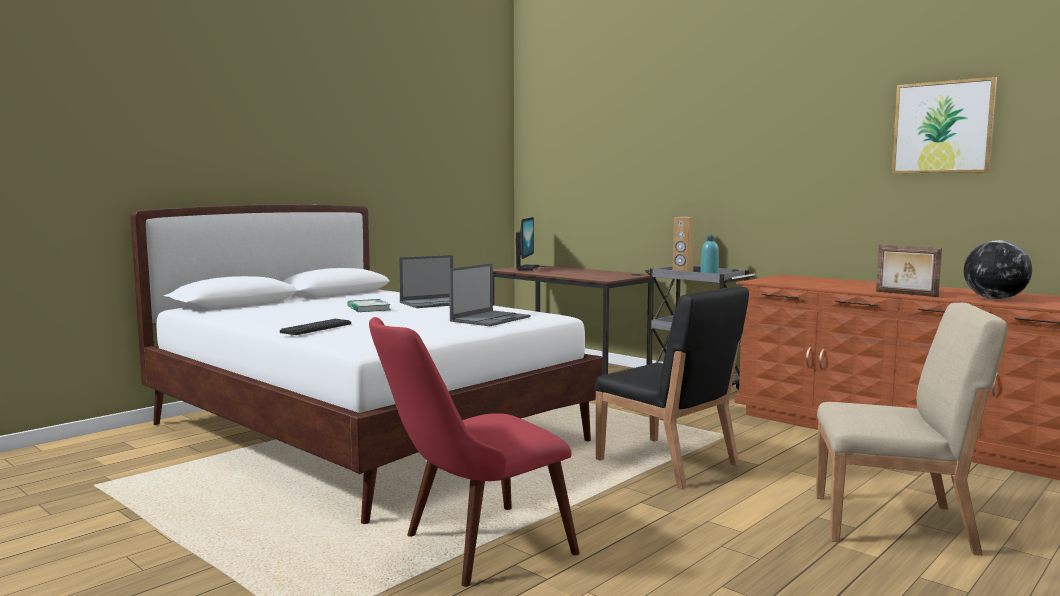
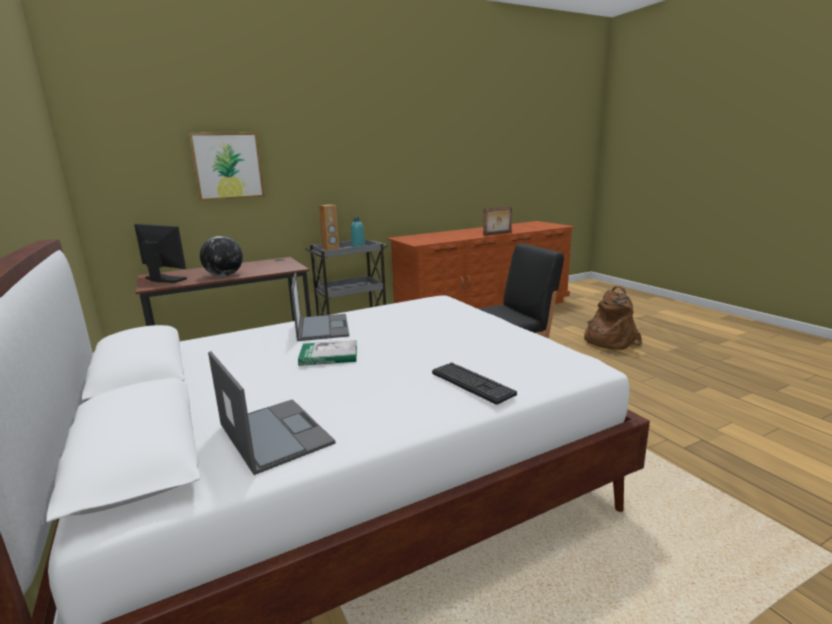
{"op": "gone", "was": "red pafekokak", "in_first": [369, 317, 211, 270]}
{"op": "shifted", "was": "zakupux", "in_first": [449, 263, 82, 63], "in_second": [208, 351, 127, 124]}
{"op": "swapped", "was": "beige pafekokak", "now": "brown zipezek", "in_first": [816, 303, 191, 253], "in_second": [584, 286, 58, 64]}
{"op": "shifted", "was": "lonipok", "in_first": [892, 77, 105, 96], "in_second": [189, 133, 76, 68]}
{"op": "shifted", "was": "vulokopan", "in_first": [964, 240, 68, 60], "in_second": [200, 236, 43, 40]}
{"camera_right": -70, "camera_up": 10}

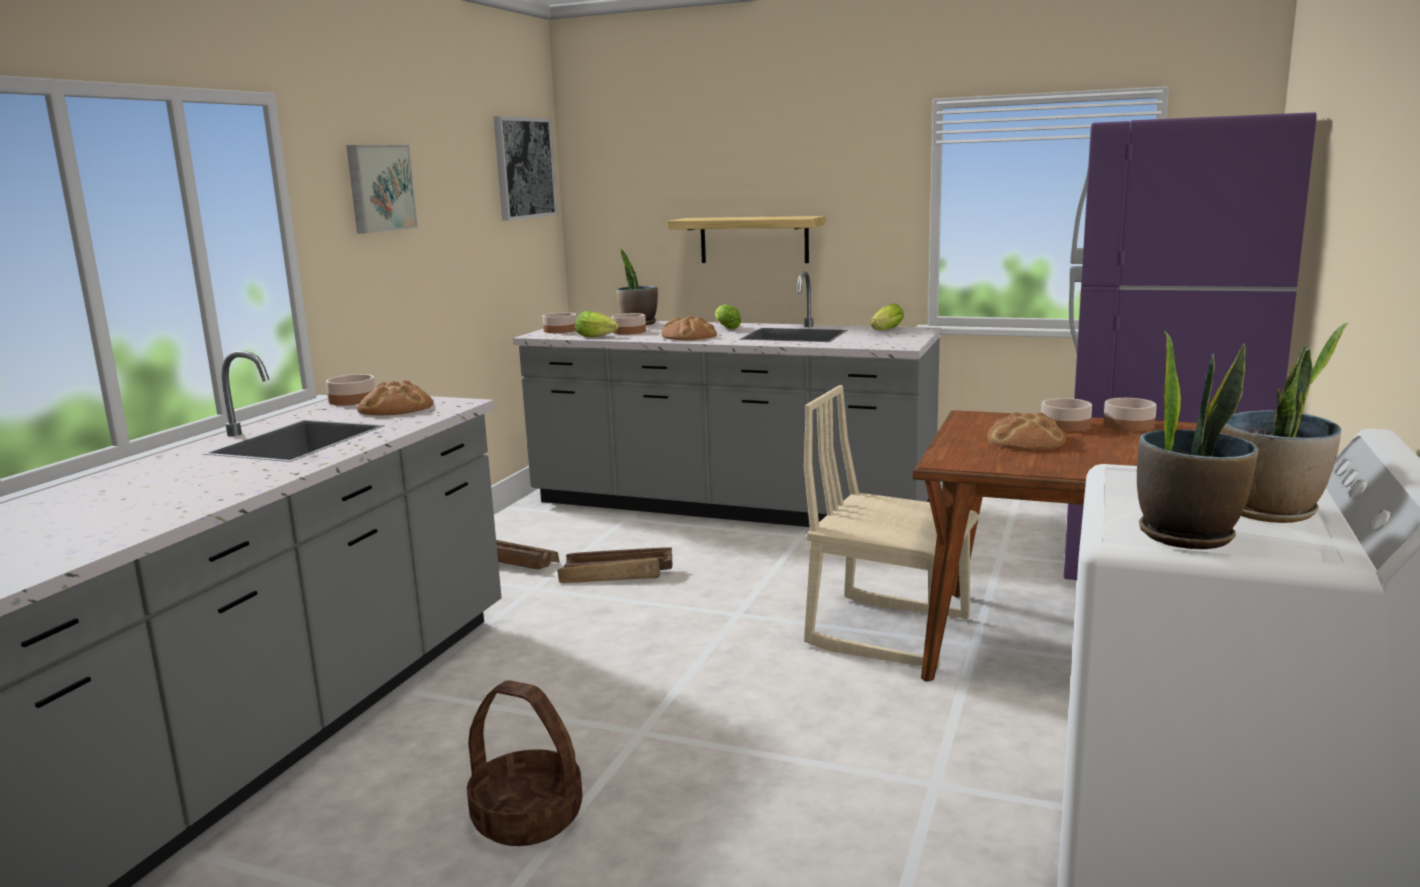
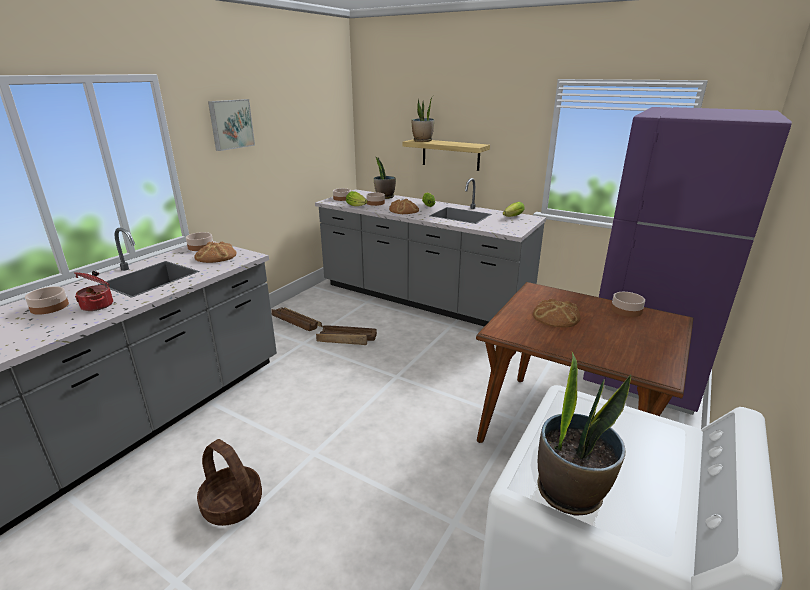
{"op": "gone", "was": "lonipok", "in_first": [493, 116, 64, 105]}
{"op": "gone", "was": "beige pafekokak", "in_first": [804, 385, 175, 285]}
{"op": "shifted", "was": "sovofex", "in_first": [1041, 398, 51, 34], "in_second": [25, 286, 44, 29]}
{"op": "shifted", "was": "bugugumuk", "in_first": [1221, 322, 128, 201], "in_second": [411, 96, 23, 46]}
{"op": "new", "now": "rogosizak", "in_second": [74, 271, 39, 40]}
{"camera_right": 10, "camera_up": 10}

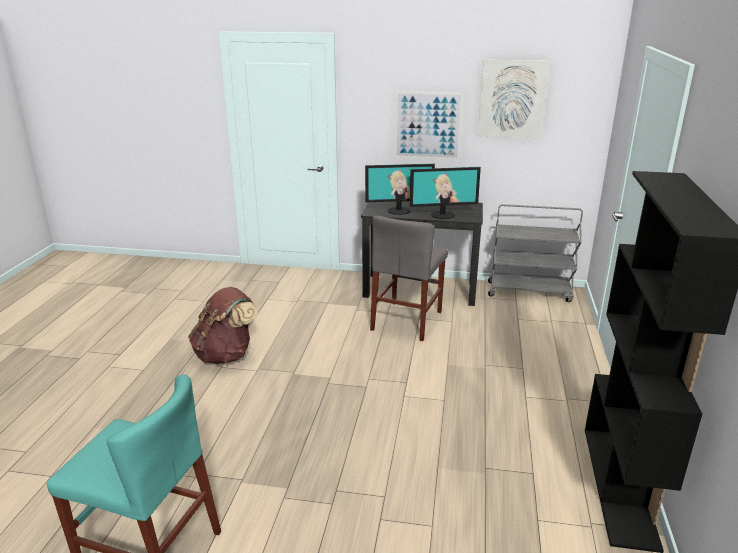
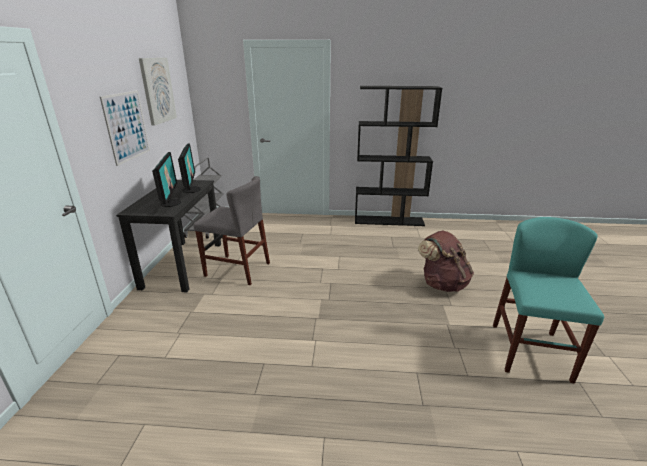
{"op": "shifted", "was": "brown zipezek", "in_first": [188, 287, 70, 77], "in_second": [418, 230, 56, 62]}
{"camera_right": -95, "camera_up": 0}

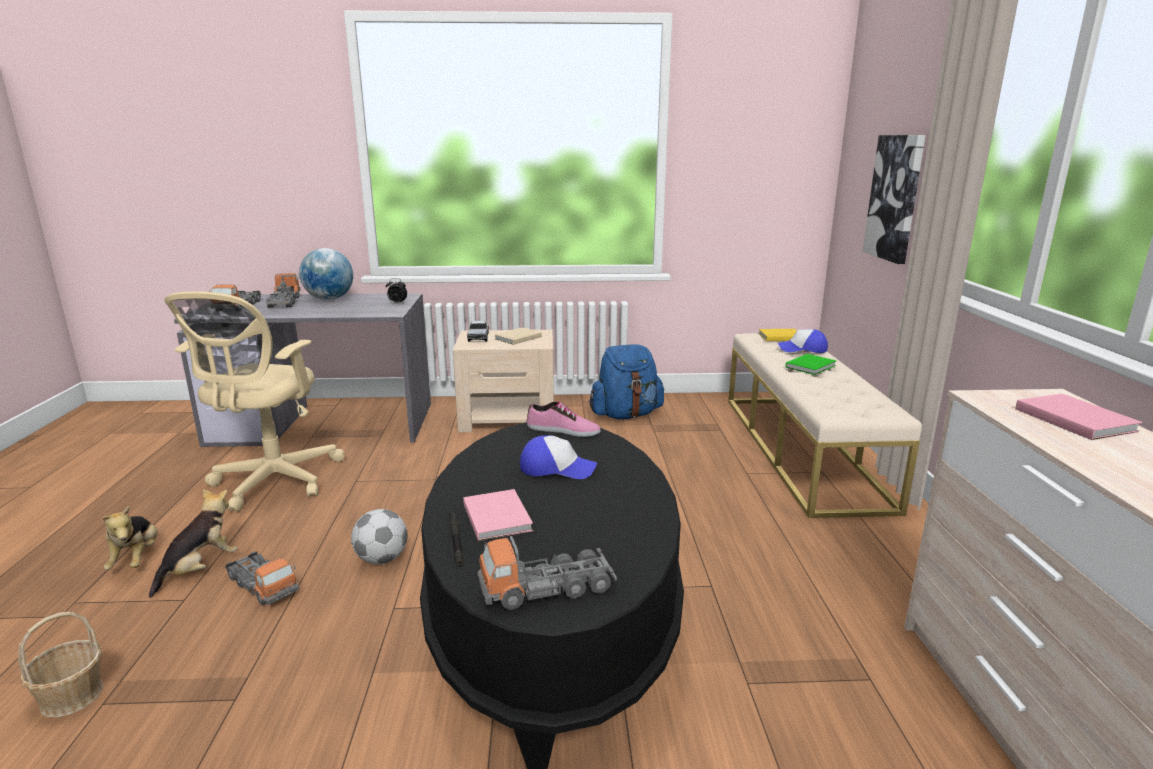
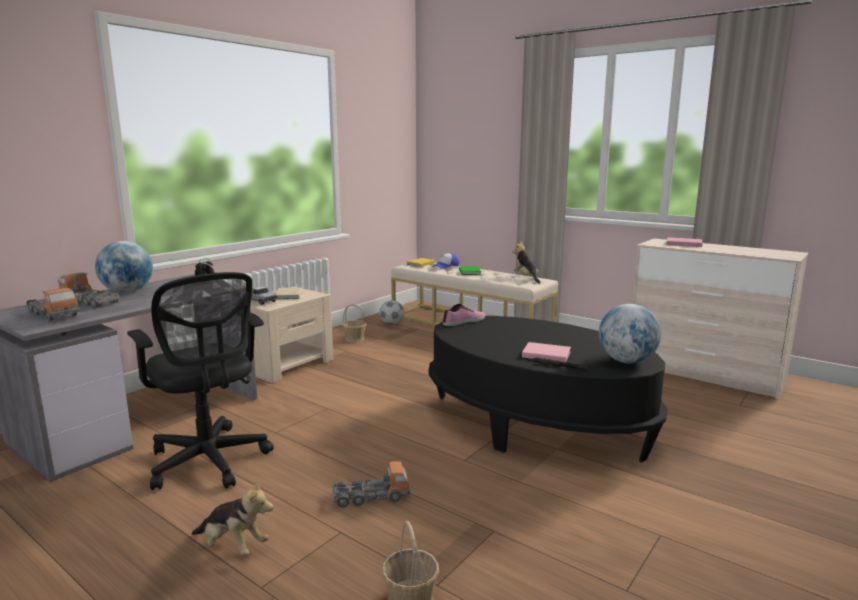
{"op": "shifted", "was": "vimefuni", "in_first": [149, 489, 89, 109], "in_second": [513, 242, 28, 42]}
{"op": "repainted", "was": "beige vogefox", "now": "black vogefox", "in_first": [165, 291, 180, 220], "in_second": [127, 272, 147, 218]}
{"op": "shifted", "was": "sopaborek", "in_first": [351, 509, 56, 55], "in_second": [379, 300, 25, 25]}
{"op": "swapped", "was": "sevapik", "now": "vulokopan", "in_first": [478, 536, 139, 74], "in_second": [599, 304, 62, 59]}
{"op": "gone", "was": "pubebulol", "in_first": [520, 435, 77, 44]}
{"op": "swapped", "was": "blue zipezek", "now": "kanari", "in_first": [590, 344, 75, 75], "in_second": [342, 304, 24, 38]}
{"op": "gone", "was": "lonipok", "in_first": [863, 135, 63, 129]}
{"camera_right": -50, "camera_up": -5}

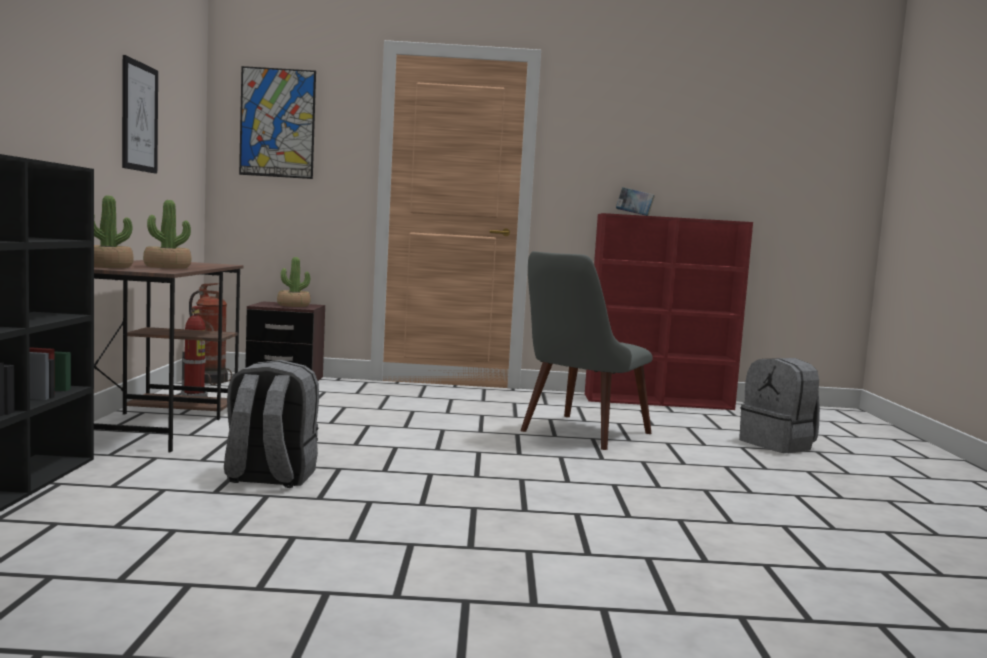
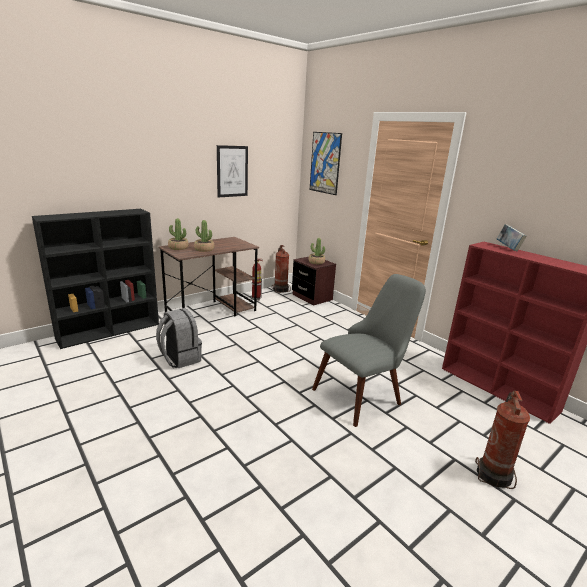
{"op": "rotated", "was": "grey pafekokak", "in_first": [520, 251, 133, 199], "in_second": [312, 274, 114, 153], "clockwise": 150}
{"op": "swapped", "was": "grey zipezek", "now": "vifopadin", "in_first": [739, 358, 81, 95], "in_second": [475, 390, 55, 99]}
{"camera_right": 50, "camera_up": 15}

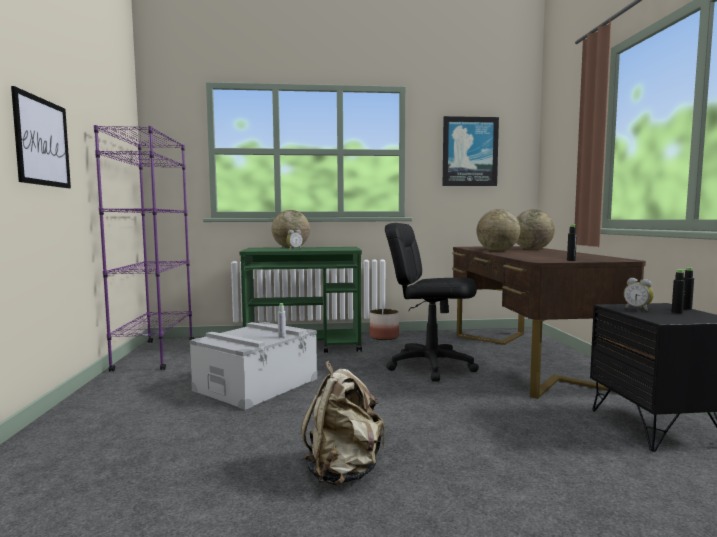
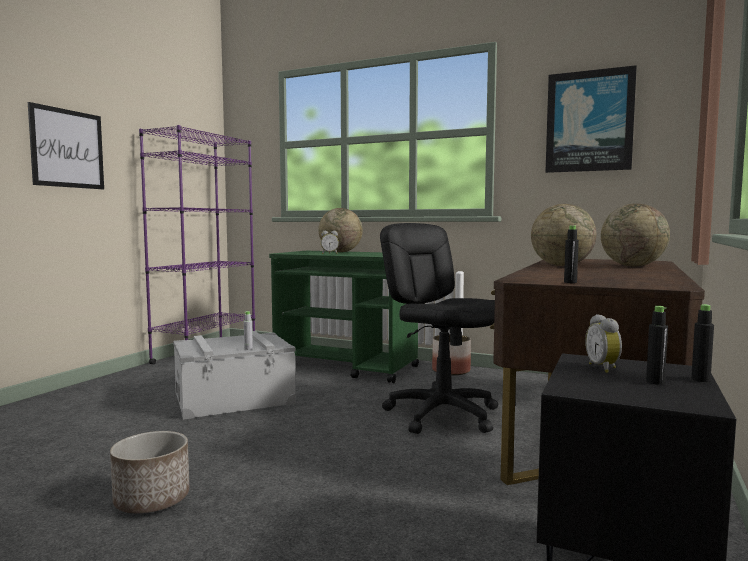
{"op": "swapped", "was": "beige zipezek", "now": "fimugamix", "in_first": [301, 361, 84, 125], "in_second": [110, 431, 79, 83]}
{"camera_right": 30, "camera_up": 0}

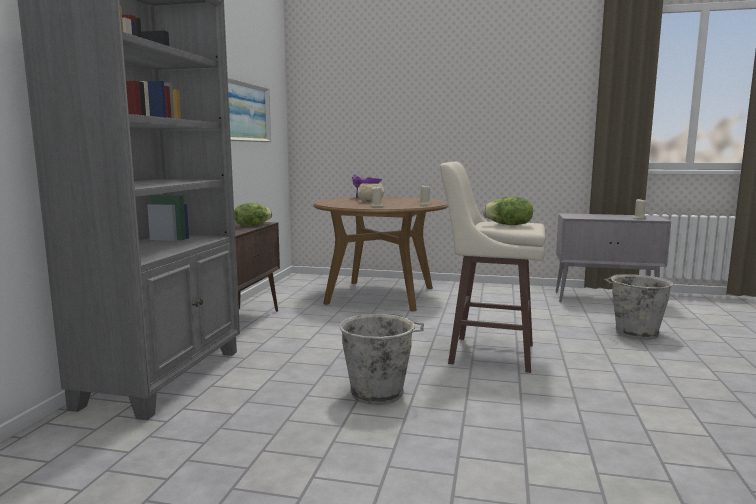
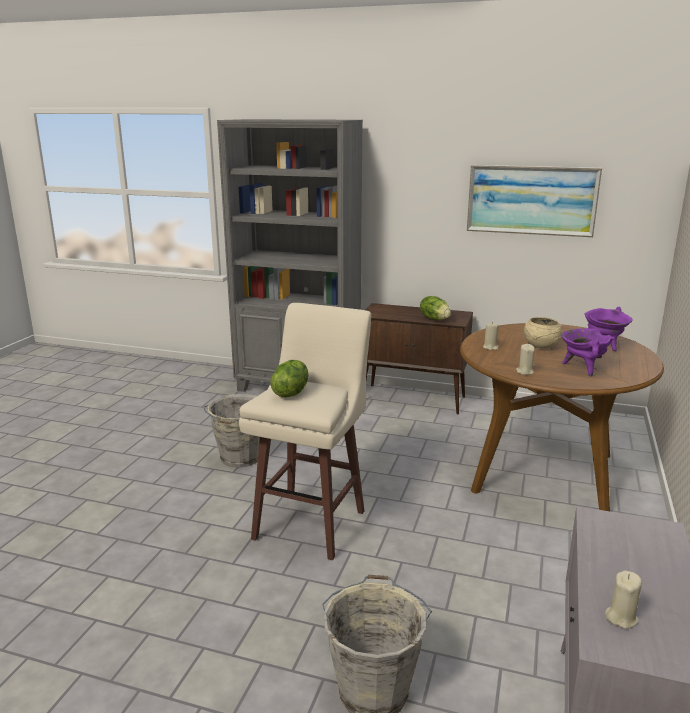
{"op": "new", "now": "purple rogosizak", "in_second": [561, 328, 53, 48]}
{"camera_right": 95, "camera_up": 10}

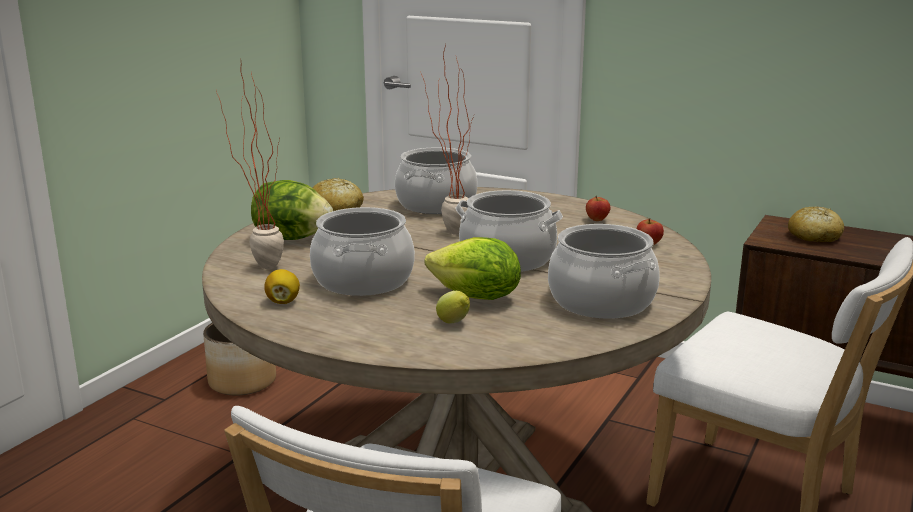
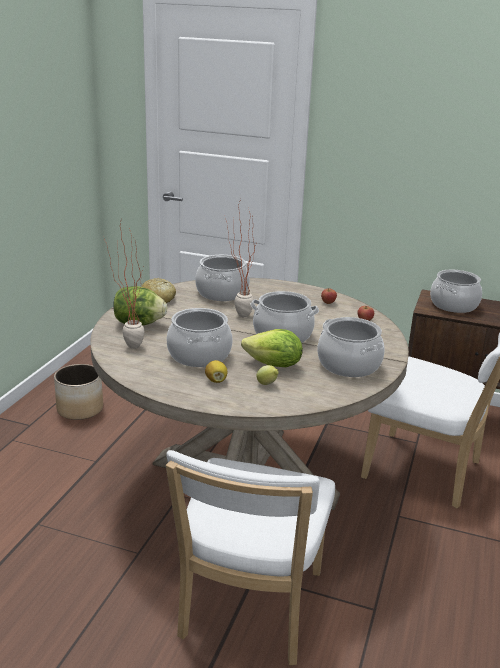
{"op": "shifted", "was": "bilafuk", "in_first": [264, 269, 36, 35], "in_second": [205, 360, 23, 23]}
{"op": "swapped", "was": "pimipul", "now": "rogosizak", "in_first": [788, 206, 56, 36], "in_second": [430, 270, 52, 43]}
{"camera_right": -10, "camera_up": 5}

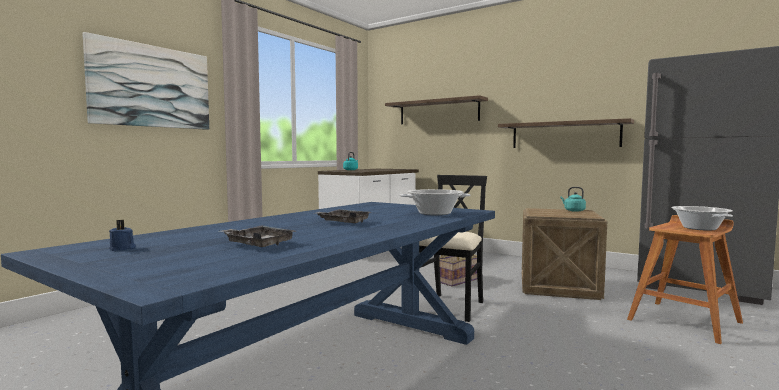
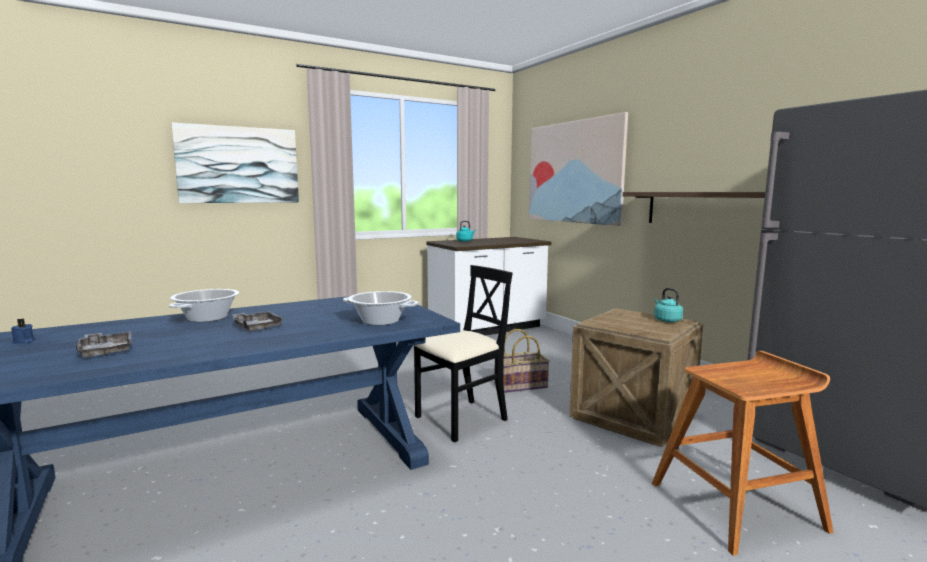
{"op": "swapped", "was": "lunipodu", "now": "lonipok", "in_first": [385, 95, 103, 29], "in_second": [529, 112, 99, 114]}
{"op": "shifted", "was": "rogosizak", "in_first": [672, 206, 61, 25], "in_second": [169, 289, 70, 33]}
{"camera_right": 25, "camera_up": 5}

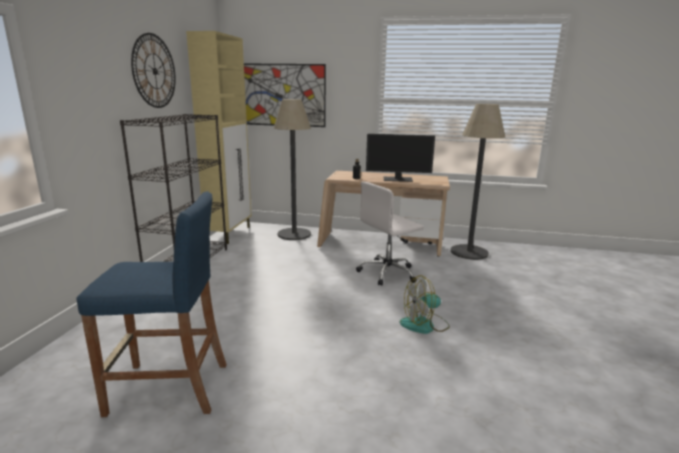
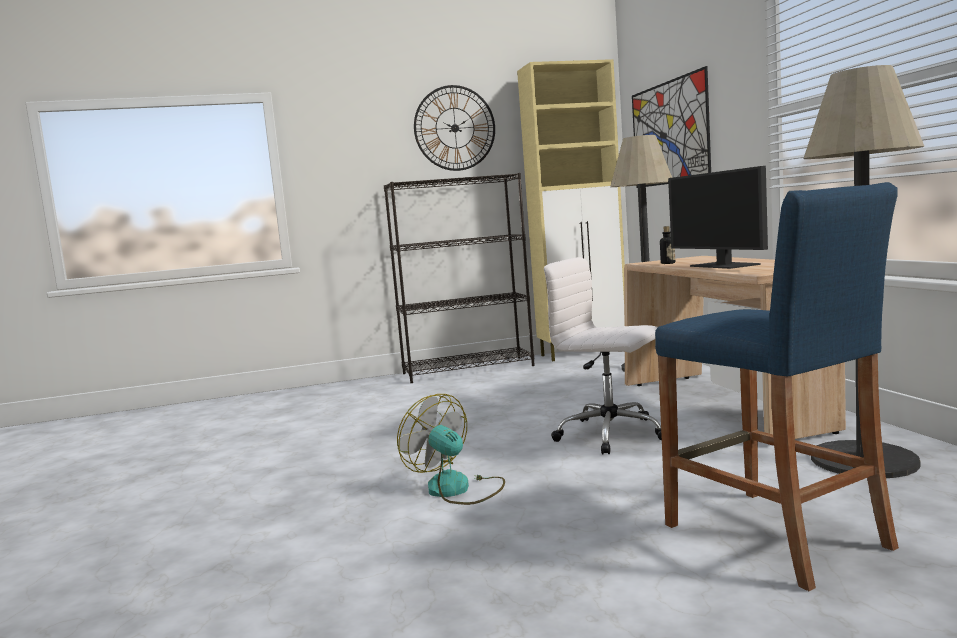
{"op": "shifted", "was": "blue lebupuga", "in_first": [77, 191, 150, 226], "in_second": [655, 182, 244, 409]}
{"camera_right": 65, "camera_up": -10}

